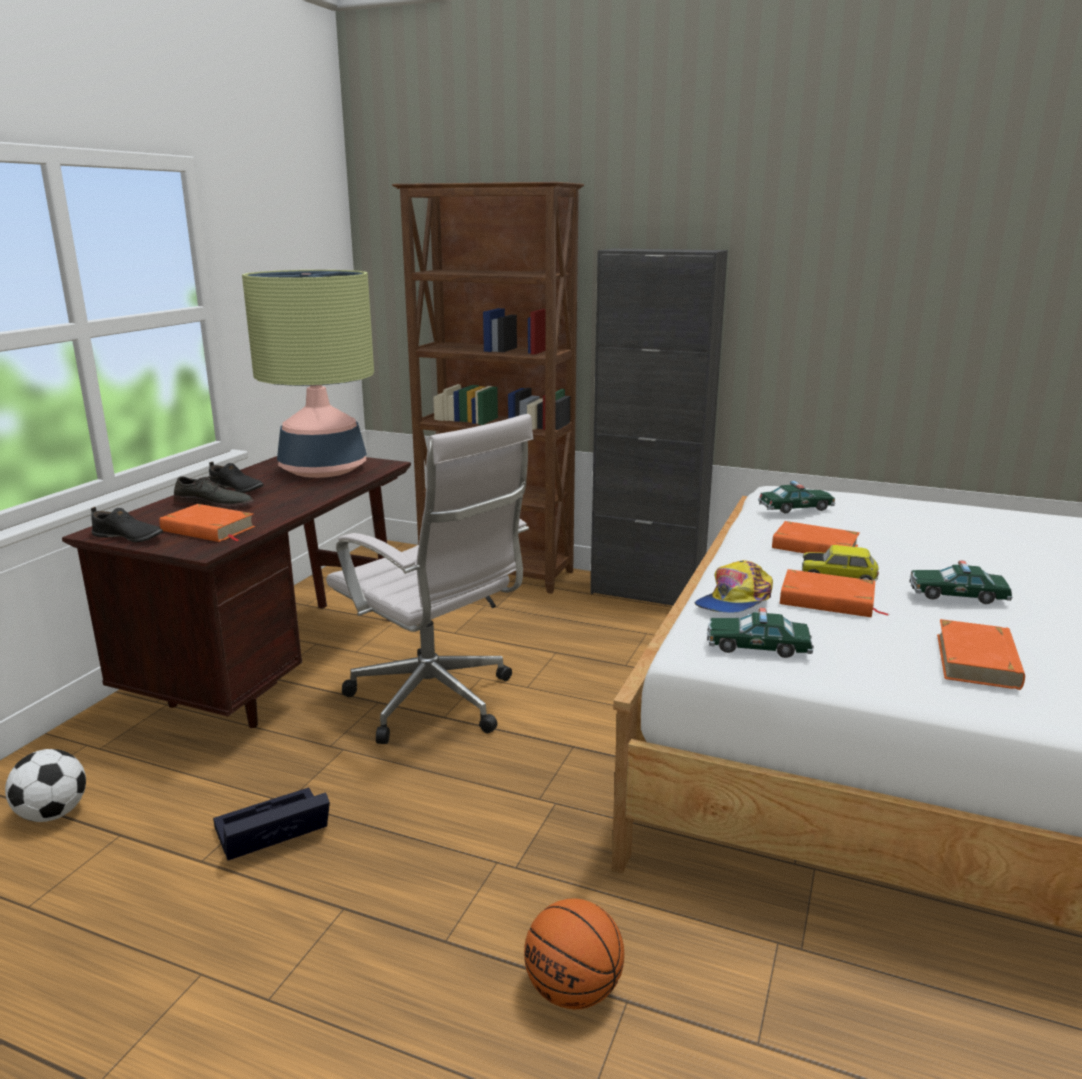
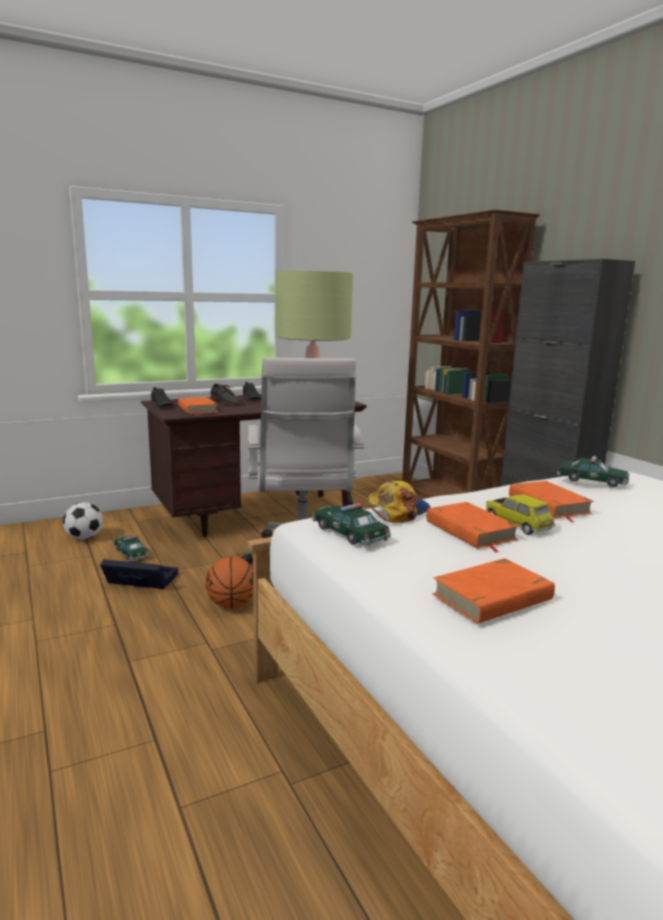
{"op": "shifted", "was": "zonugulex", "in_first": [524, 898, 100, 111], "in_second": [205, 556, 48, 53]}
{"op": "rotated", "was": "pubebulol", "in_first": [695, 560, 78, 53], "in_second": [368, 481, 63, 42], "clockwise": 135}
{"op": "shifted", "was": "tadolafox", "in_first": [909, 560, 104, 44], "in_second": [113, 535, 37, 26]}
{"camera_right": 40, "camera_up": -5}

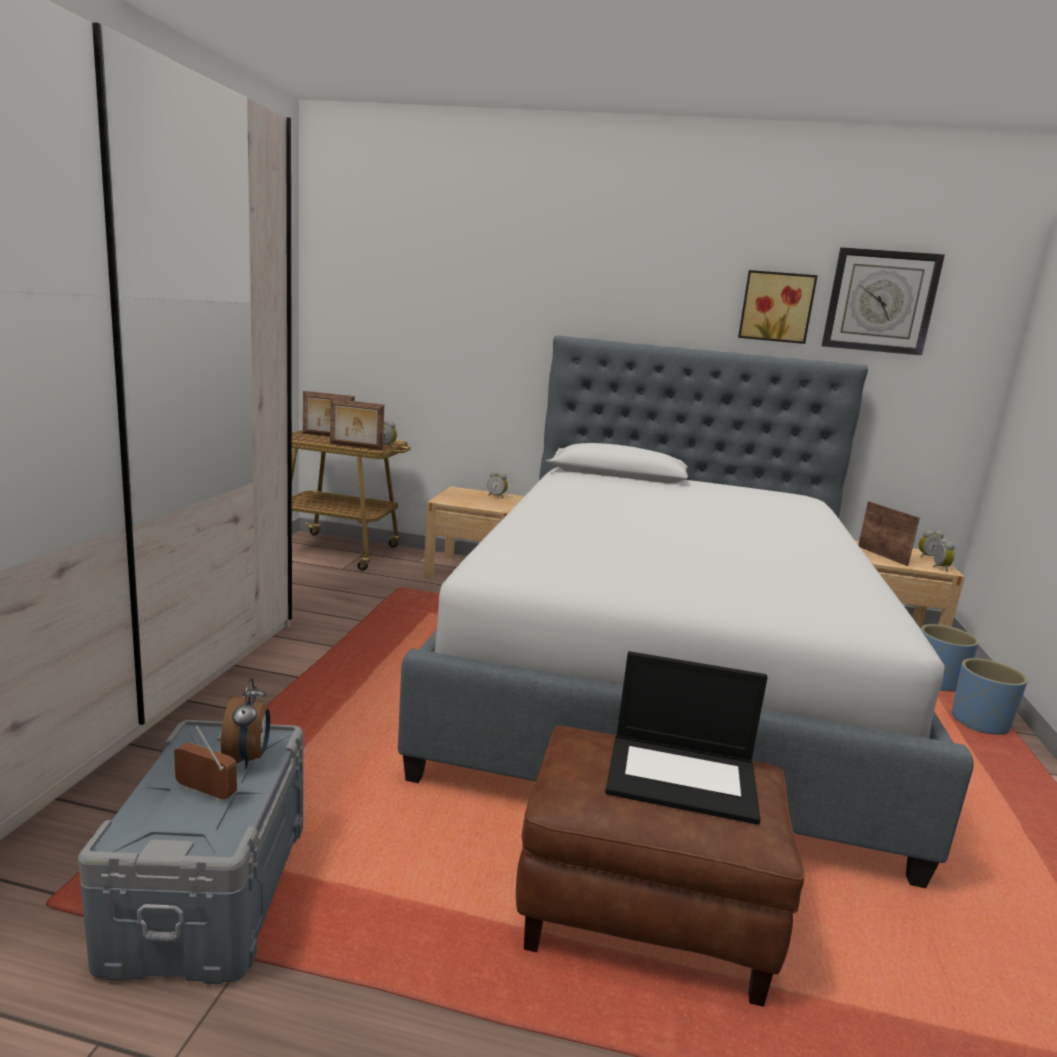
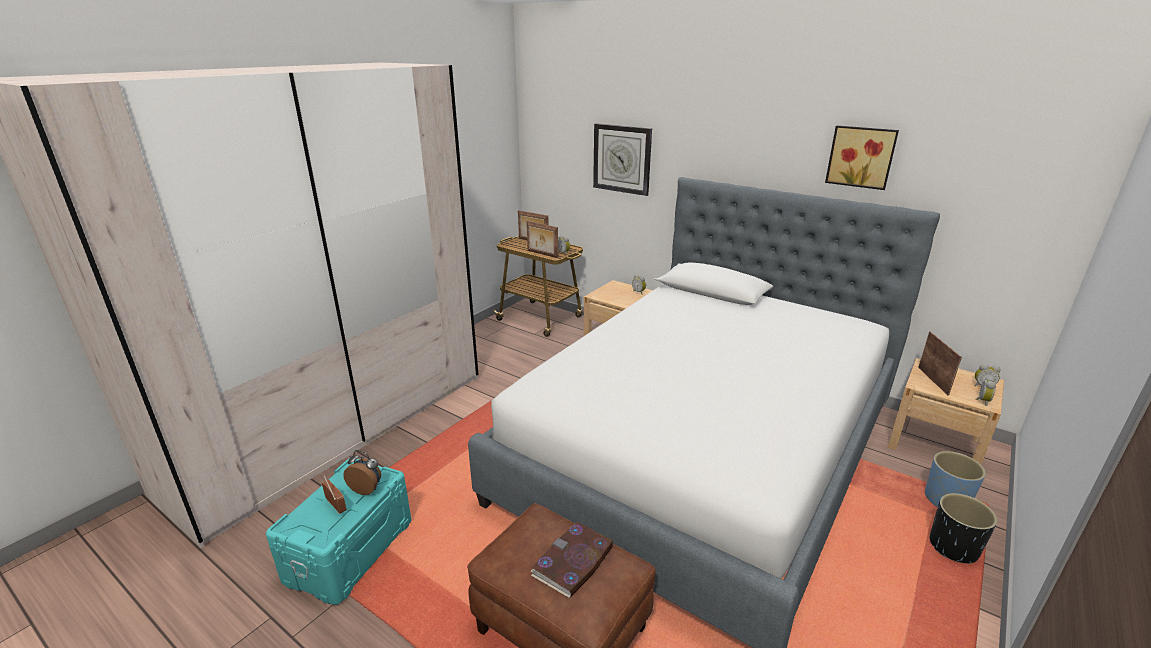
{"op": "repainted", "was": "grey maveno", "now": "turquoise maveno", "in_first": [78, 720, 225, 264], "in_second": [266, 458, 146, 147]}
{"op": "rotated", "was": "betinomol", "in_first": [221, 678, 49, 91], "in_second": [343, 450, 38, 45], "clockwise": -90}
{"op": "swapped", "was": "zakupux", "now": "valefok", "in_first": [605, 651, 163, 174], "in_second": [531, 522, 82, 76]}
{"op": "shifted", "was": "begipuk", "in_first": [822, 247, 123, 109], "in_second": [593, 123, 59, 73]}
{"op": "repainted", "was": "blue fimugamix", "now": "black fimugamix", "in_first": [952, 658, 76, 77], "in_second": [930, 493, 67, 71]}
{"camera_right": 25, "camera_up": 10}

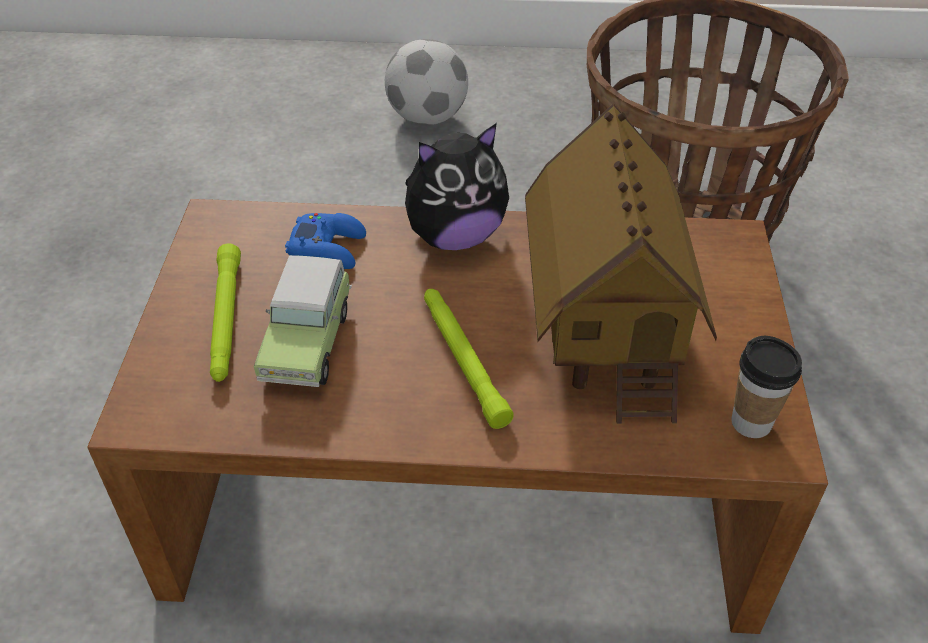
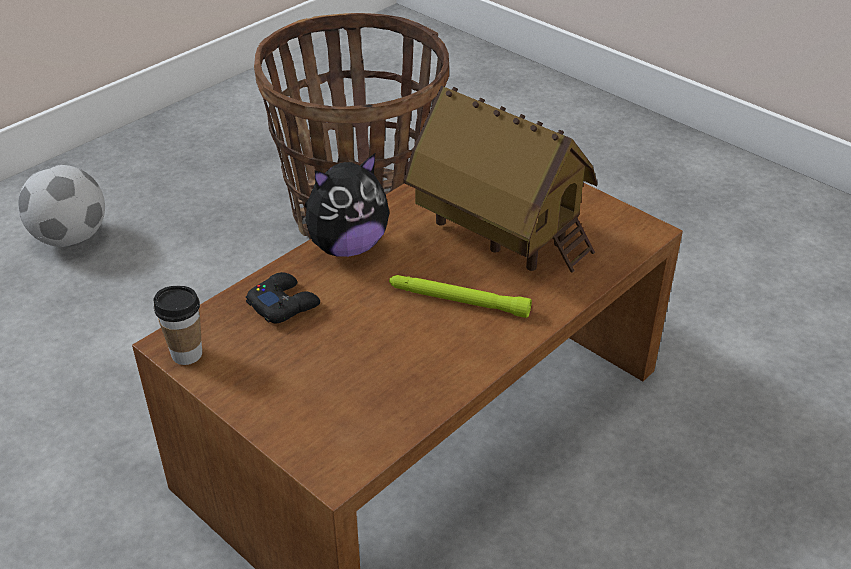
{"op": "gone", "was": "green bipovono", "in_first": [210, 243, 31, 139]}
{"op": "gone", "was": "tadolafox", "in_first": [254, 255, 98, 132]}
{"op": "repainted", "was": "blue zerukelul", "now": "black zerukelul", "in_first": [285, 213, 81, 56], "in_second": [246, 272, 74, 52]}
{"op": "rotated", "was": "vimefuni", "in_first": [405, 123, 104, 127], "in_second": [304, 153, 86, 104], "clockwise": 45}
{"op": "shifted", "was": "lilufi", "in_first": [732, 336, 70, 102], "in_second": [153, 286, 49, 79]}
{"camera_right": -50, "camera_up": -5}

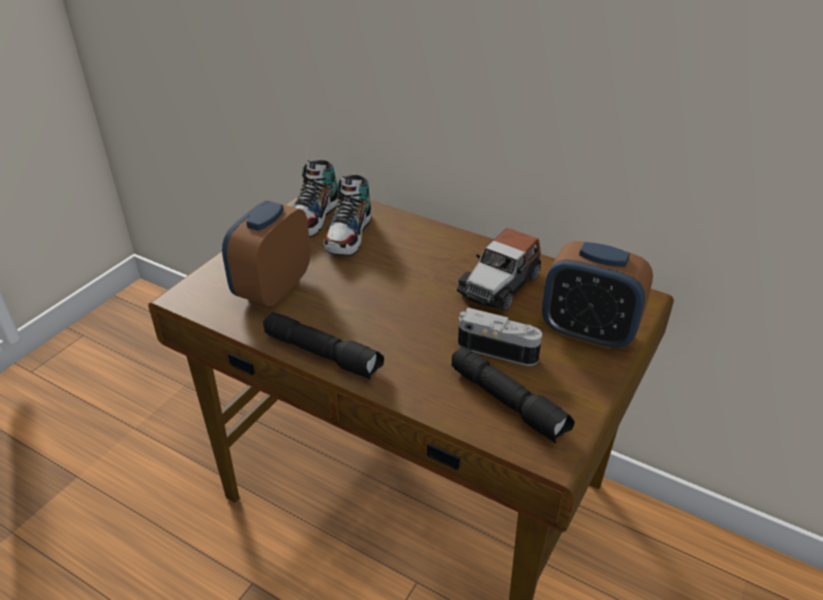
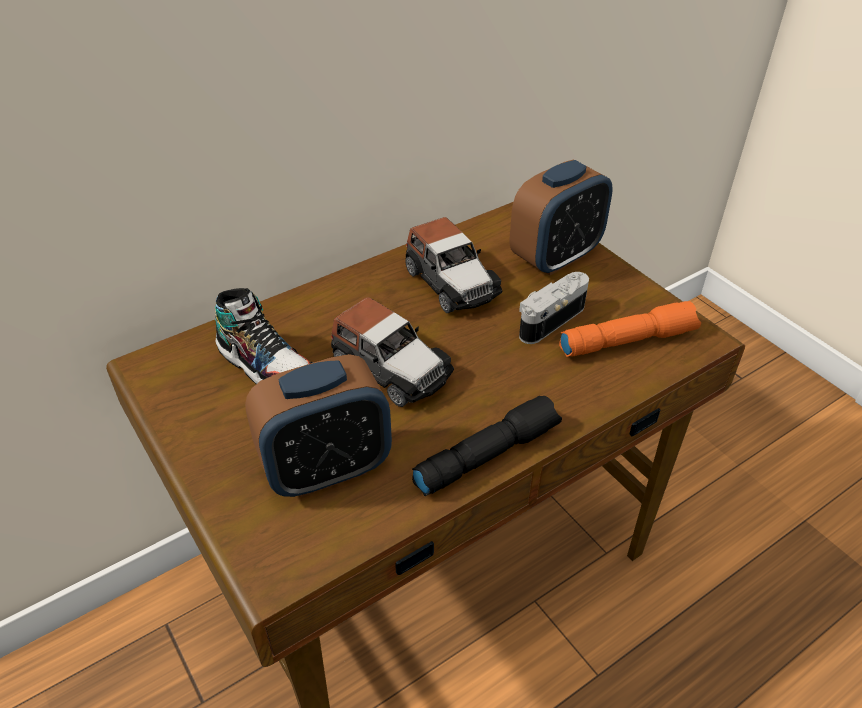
{"op": "rotated", "was": "betinomol", "in_first": [222, 200, 89, 107], "in_second": [245, 354, 147, 143], "clockwise": -75}
{"op": "gone", "was": "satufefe", "in_first": [293, 160, 45, 77]}
{"op": "repainted", "was": "black bipovono", "now": "orange bipovono", "in_first": [451, 346, 124, 98], "in_second": [559, 301, 142, 56]}
{"op": "new", "now": "tadolafox", "in_second": [331, 297, 123, 110]}
{"camera_right": -65, "camera_up": 5}

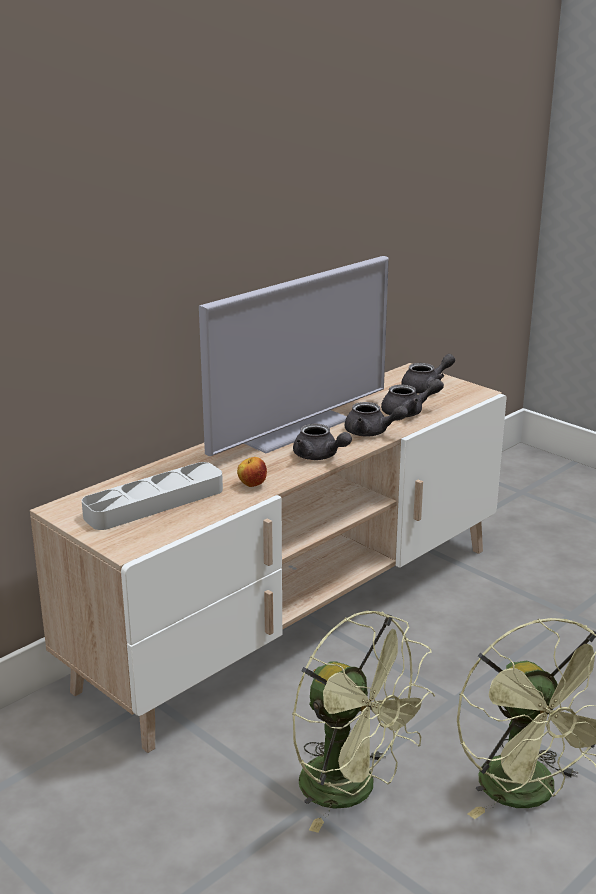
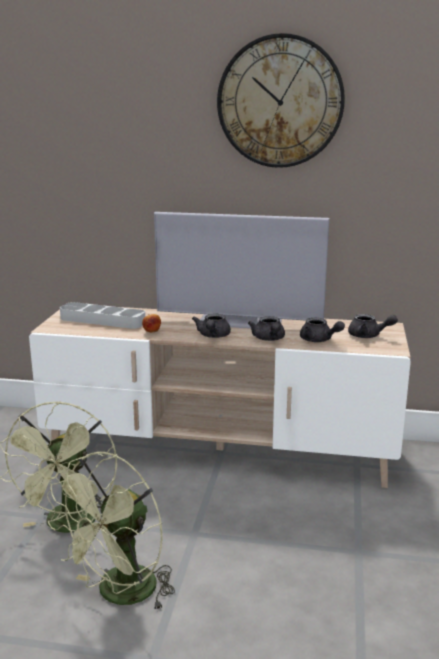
{"op": "new", "now": "begipuk", "in_second": [217, 33, 128, 135]}
{"camera_right": 55, "camera_up": -5}

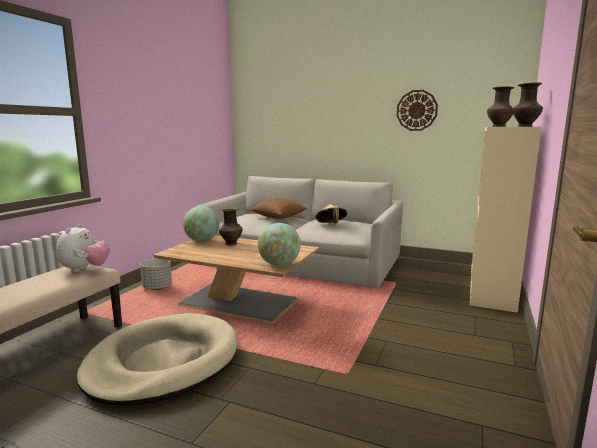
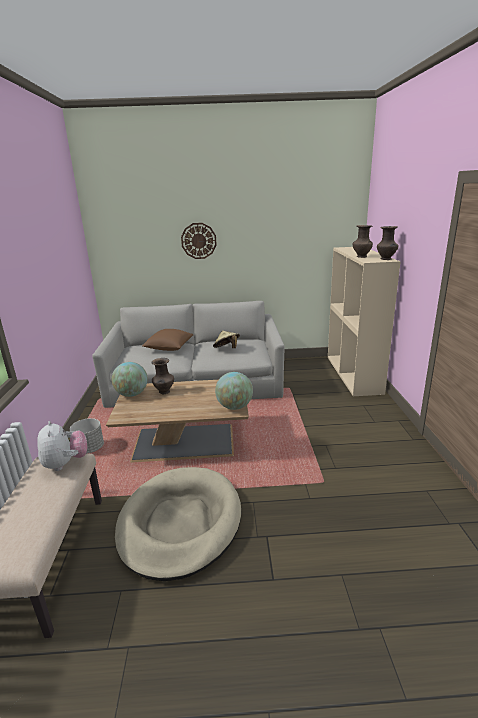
{"op": "shifted", "was": "begipuk", "in_first": [397, 90, 41, 41], "in_second": [181, 223, 36, 36]}
{"camera_right": -25, "camera_up": 10}

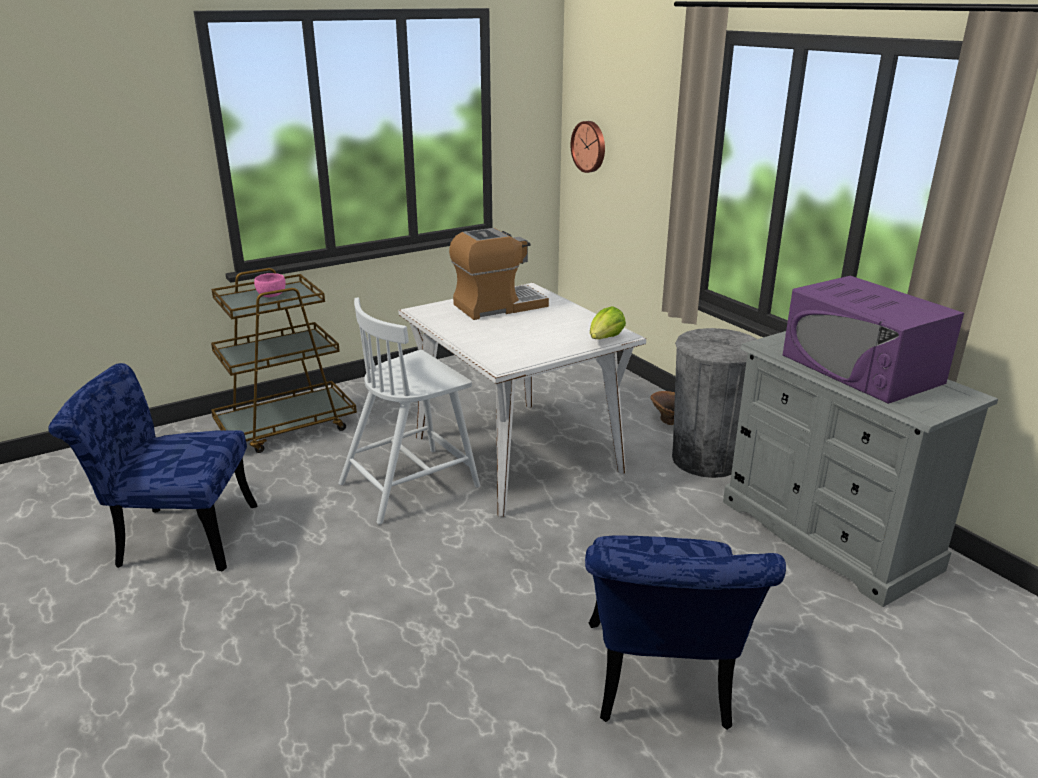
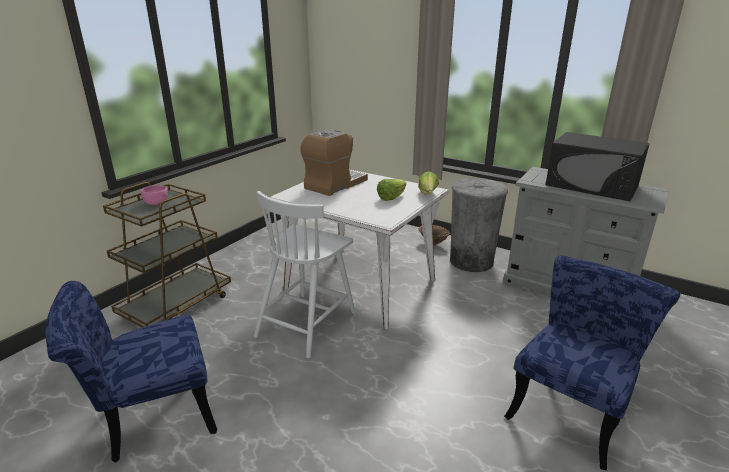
{"op": "gone", "was": "begipuk", "in_first": [571, 121, 34, 52]}
{"op": "rotated", "was": "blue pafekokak", "in_first": [585, 535, 201, 195], "in_second": [504, 255, 176, 216], "clockwise": -120}
{"op": "repainted", "was": "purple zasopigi", "now": "black zasopigi", "in_first": [783, 276, 181, 128], "in_second": [545, 132, 105, 69]}
{"op": "new", "now": "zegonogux", "in_second": [377, 179, 29, 22]}
{"camera_right": -25, "camera_up": 0}

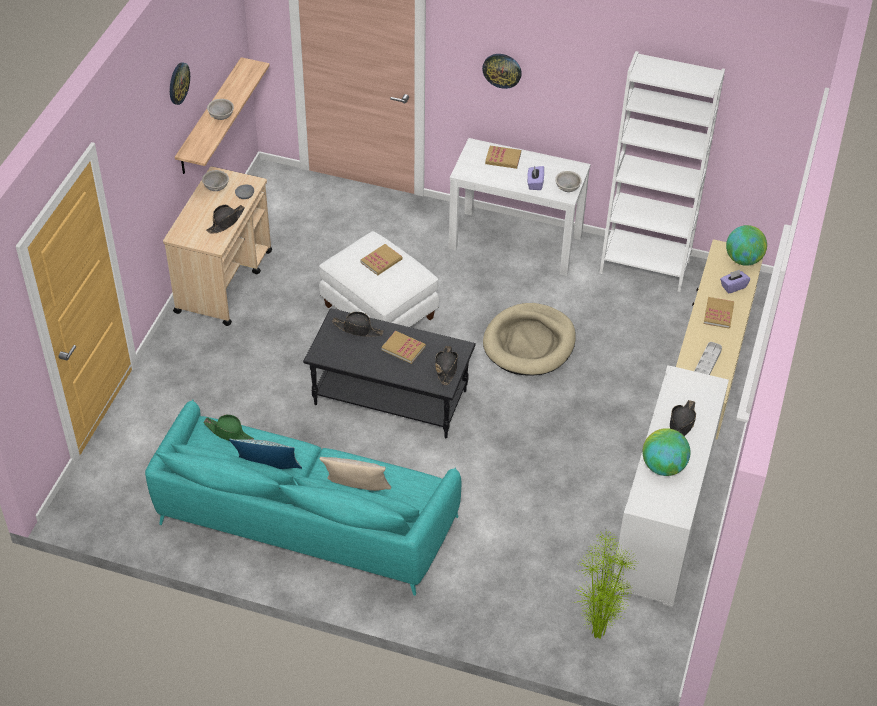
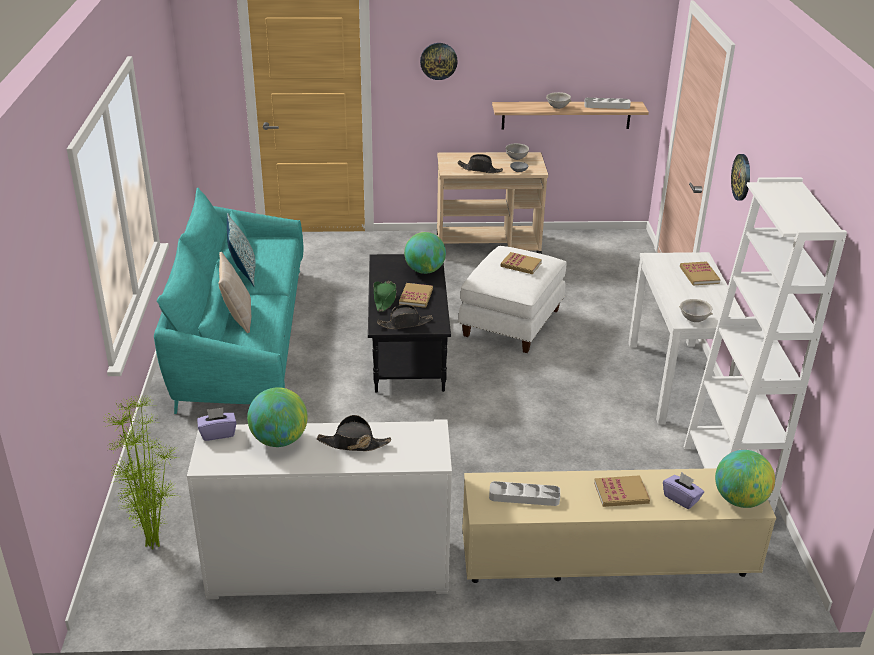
{"op": "shifted", "was": "begipuk", "in_first": [170, 62, 20, 43], "in_second": [420, 43, 38, 37]}
{"op": "shifted", "was": "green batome", "in_first": [203, 414, 51, 27], "in_second": [373, 281, 23, 31]}
{"op": "swapped", "was": "black batome", "now": "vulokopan", "in_first": [332, 312, 52, 25], "in_second": [404, 232, 42, 42]}
{"op": "gone", "was": "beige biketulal", "in_first": [483, 303, 93, 73]}
{"op": "shifted", "was": "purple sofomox", "in_first": [527, 166, 17, 24], "in_second": [197, 407, 39, 34]}
{"op": "new", "now": "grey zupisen", "in_second": [584, 98, 47, 11]}
{"camera_right": 70, "camera_up": -15}

